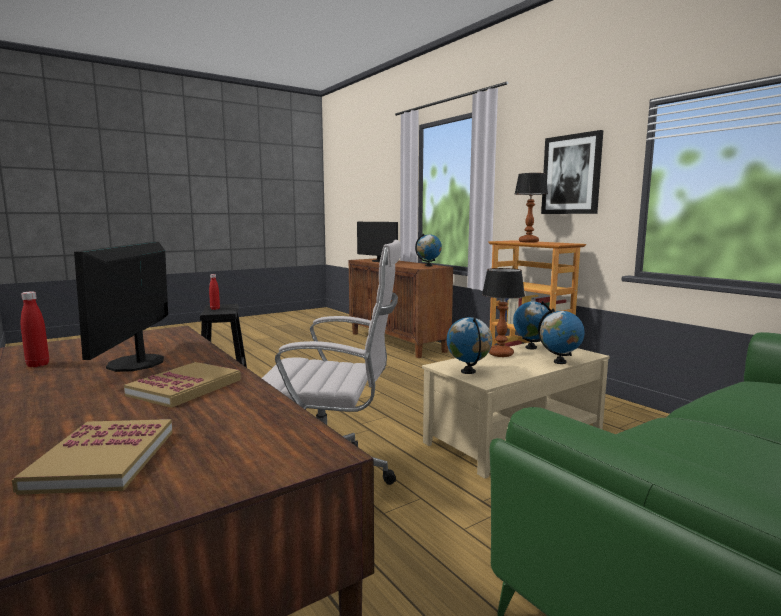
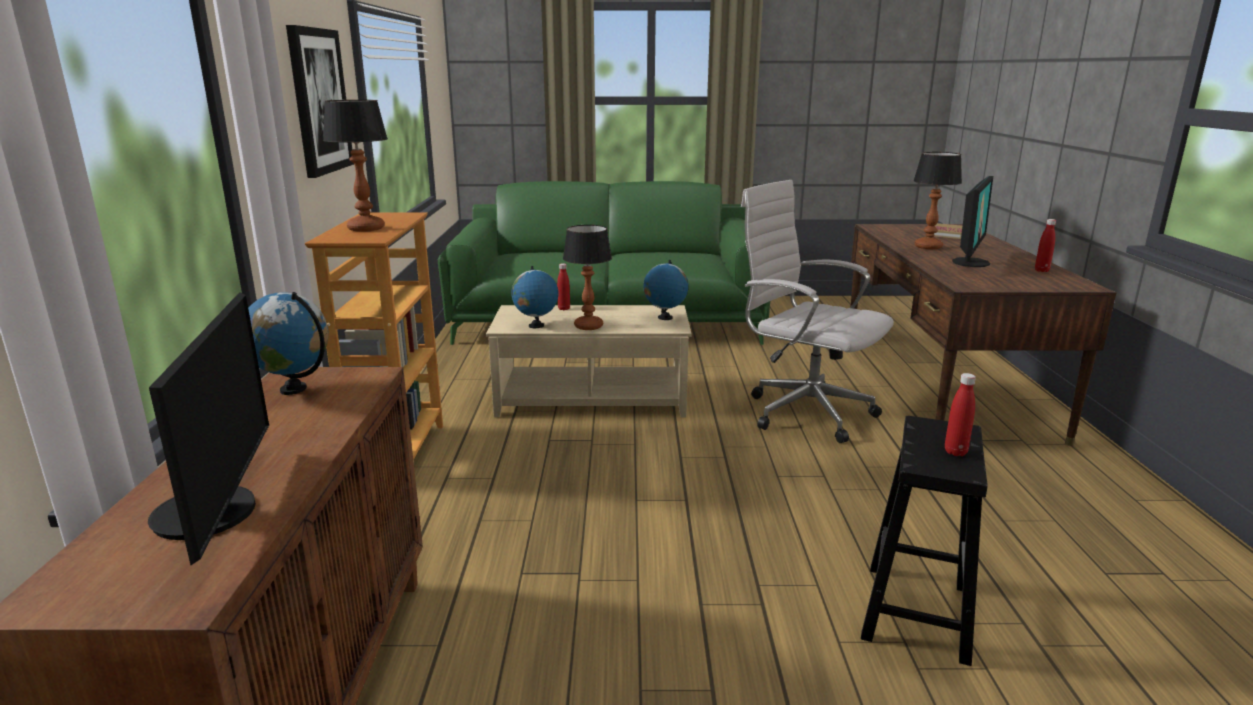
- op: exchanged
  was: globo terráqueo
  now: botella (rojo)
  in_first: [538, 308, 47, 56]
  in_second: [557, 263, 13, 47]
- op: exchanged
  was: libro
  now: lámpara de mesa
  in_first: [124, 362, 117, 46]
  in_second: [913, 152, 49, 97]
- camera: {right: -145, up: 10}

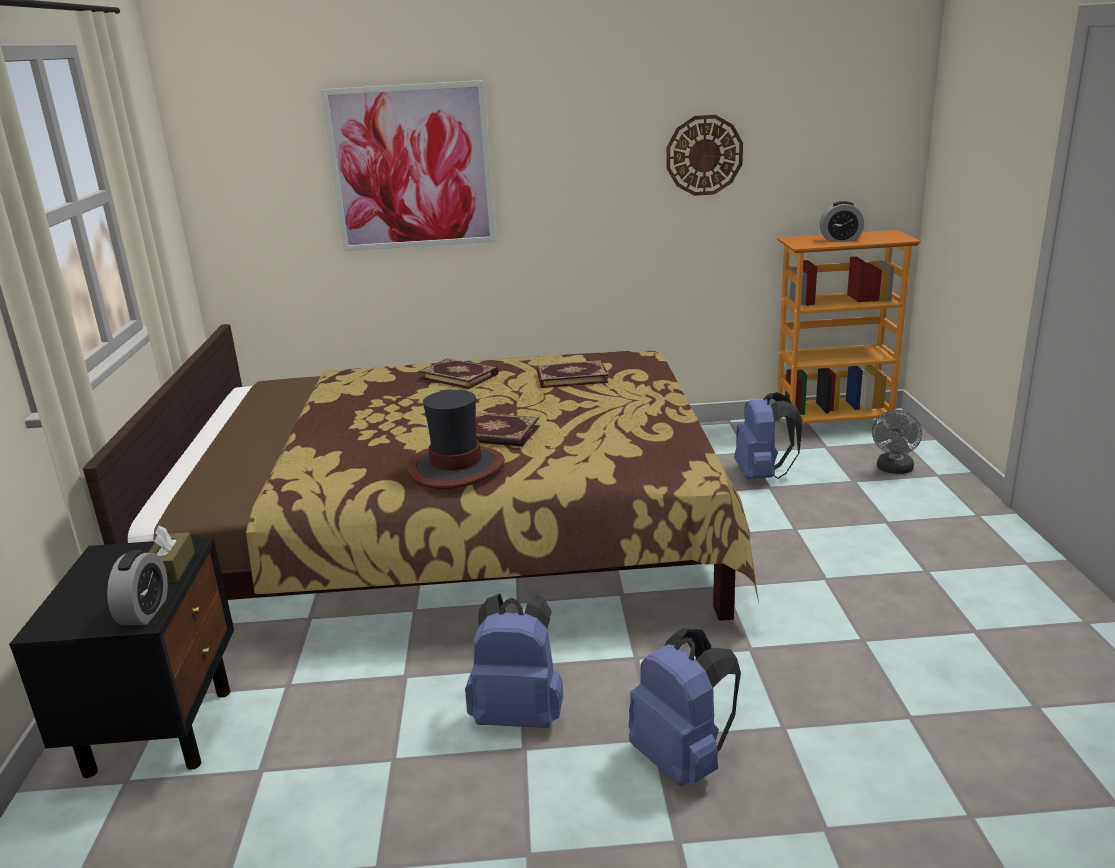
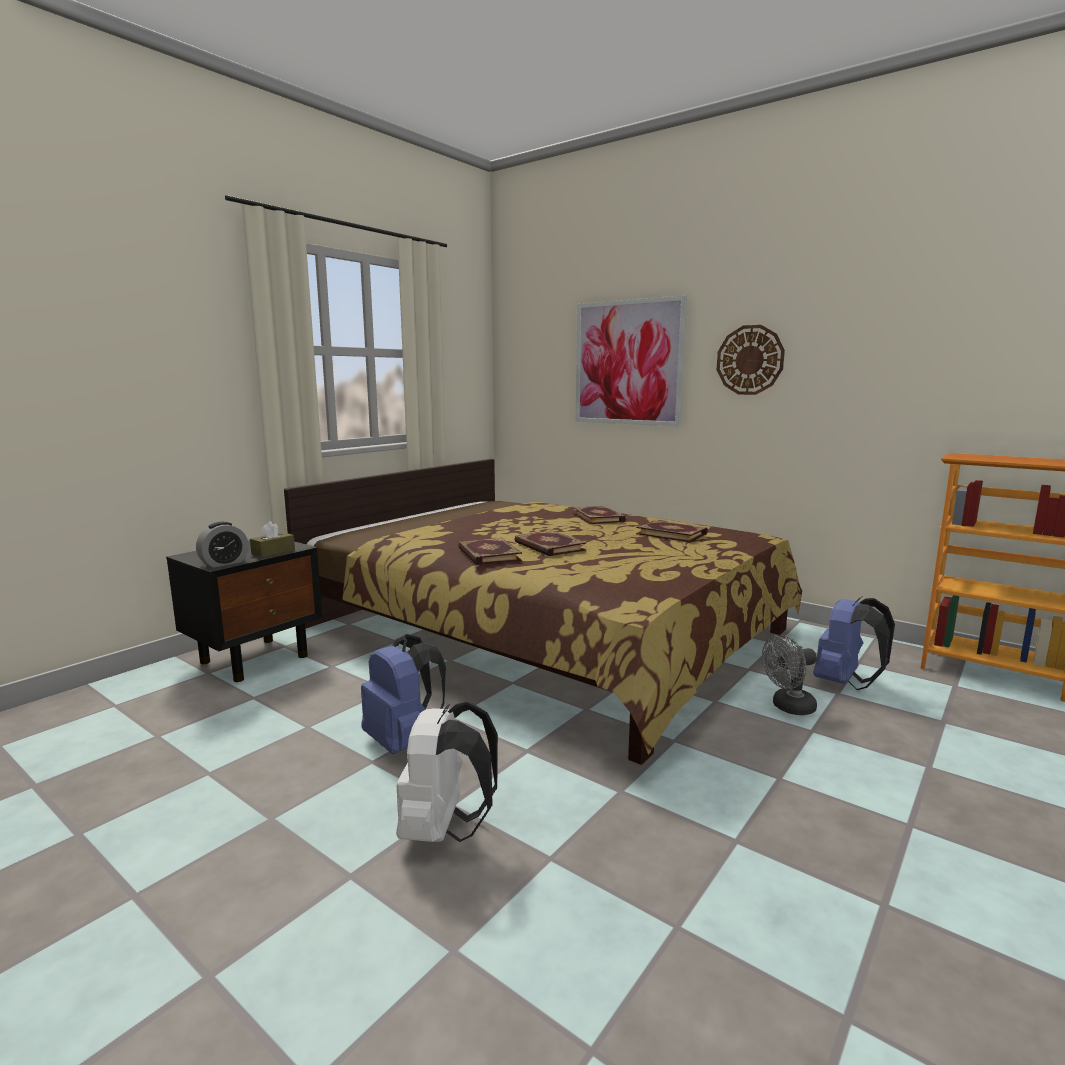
- op: relocated
  was: reloj de pared
  in_first: [666, 115, 77, 81]
  in_second: [717, 325, 68, 70]
- op: missing
  was: despertador
  in_first: [820, 201, 44, 41]
- op: exchanged
  was: sombrero
  now: libro
  in_first: [407, 390, 98, 99]
  in_second: [458, 537, 64, 28]
- op: relocated
  was: ventilador (gris)
  in_first: [872, 410, 50, 64]
  in_second: [762, 635, 55, 80]
- op: colour
  was: mochila (azul)
  now: mochila (blanco)
  in_first: [628, 628, 113, 158]
  in_second: [396, 702, 102, 140]
- camera: {right: 40, up: -10}

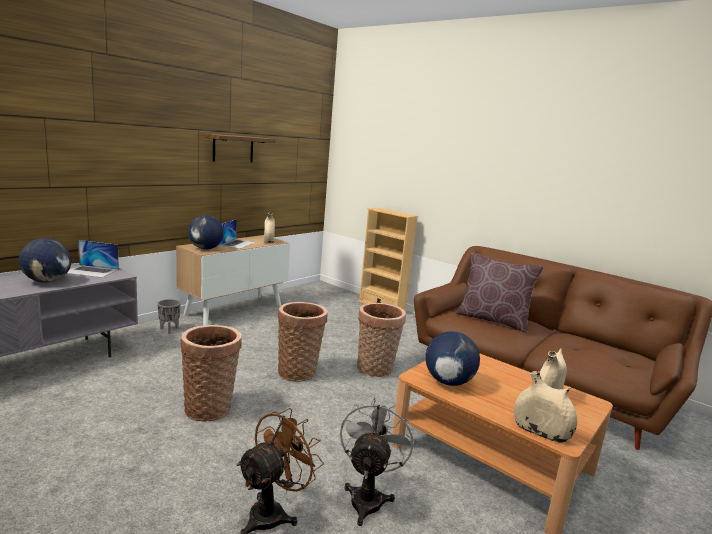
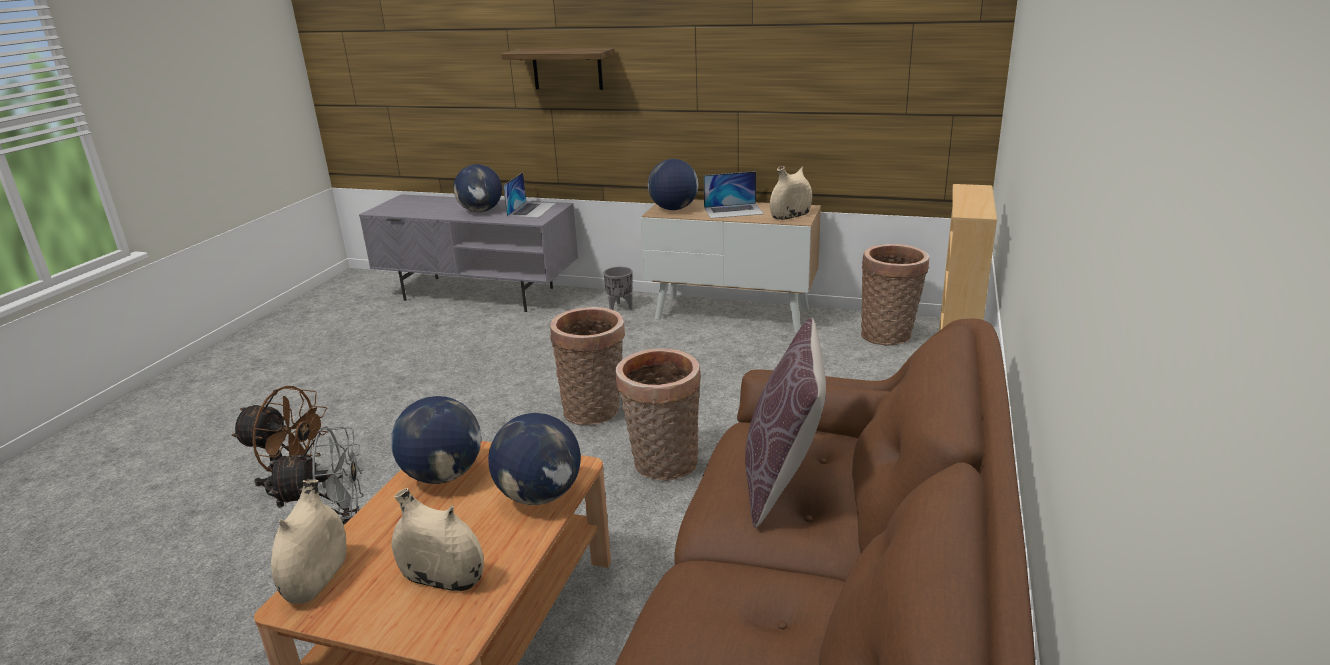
- op: relocated
  was: estante
  in_first: [204, 134, 72, 28]
  in_second: [502, 48, 113, 42]
- op: spun
  was: portátil
  in_first: [67, 240, 52, 38]
  in_second: [503, 172, 53, 46]
  clockwise: -150
- op: relocated
  was: cesta
  in_first: [180, 325, 62, 97]
  in_second: [861, 244, 68, 102]
- op: appeared
  now: globo terráqueo
  in_second: [488, 413, 93, 92]
- camera: {right: 70, up: 10}

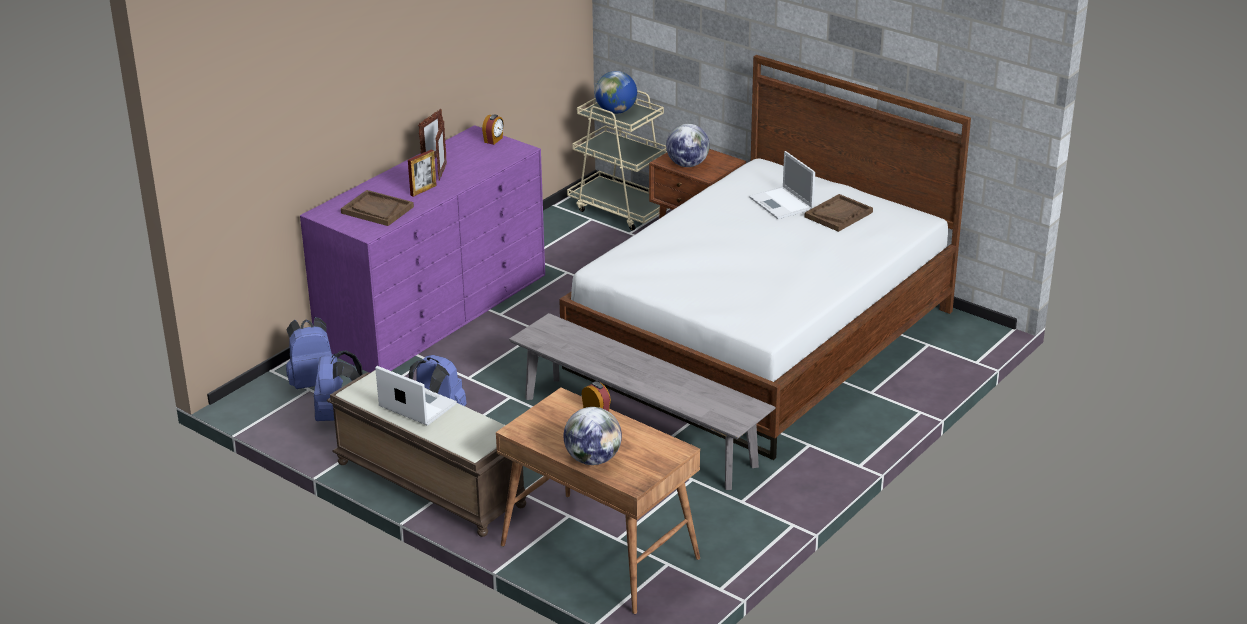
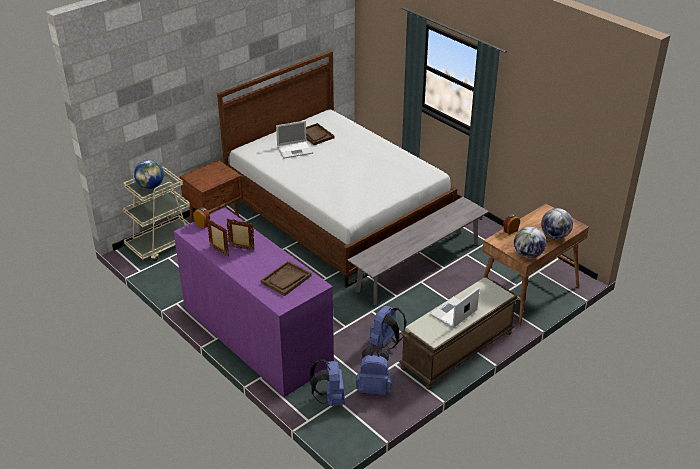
- op: relocated
  was: globo terráqueo
  in_first: [666, 124, 44, 43]
  in_second: [514, 227, 32, 31]
- op: missing
  was: portarretratos
  in_first: [408, 150, 29, 47]
- camera: {right: -80, up: 5}

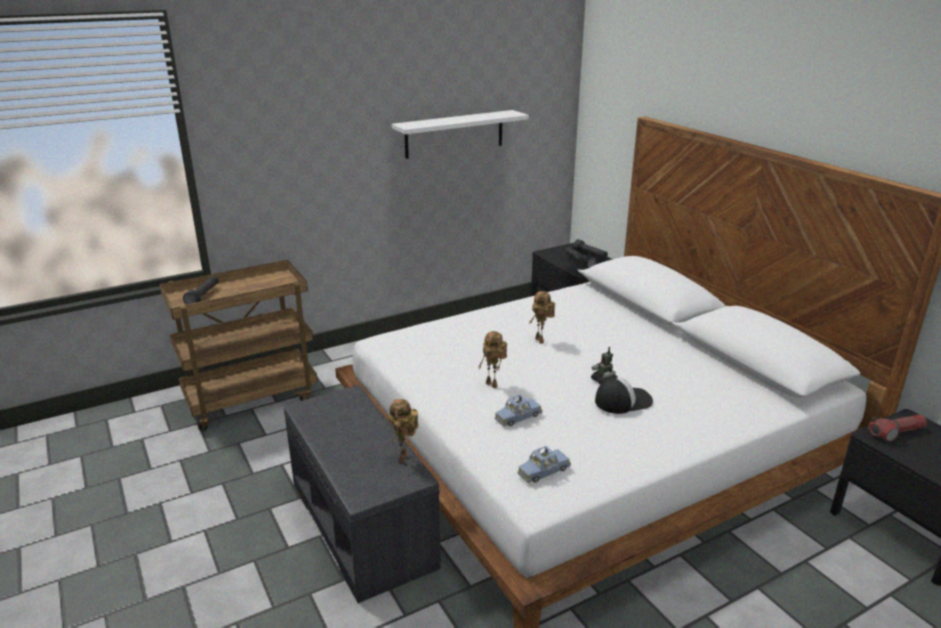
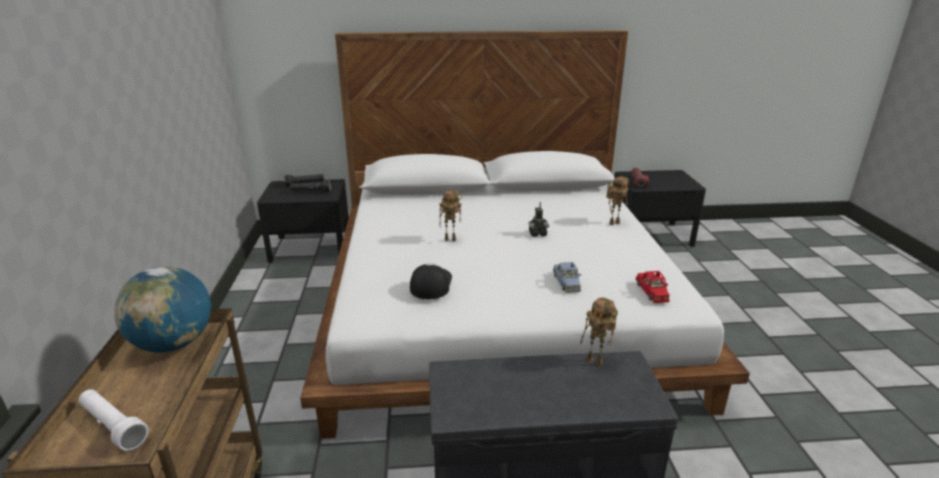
- op: missing
  was: estante (blanco)
  in_first: [392, 110, 137, 49]
- op: colour
  was: linterna (negro)
  now: linterna (blanco)
  in_first: [183, 276, 36, 29]
  in_second: [78, 389, 71, 62]
- op: relocated
  was: robot de juguete
  in_first: [478, 331, 29, 58]
  in_second: [606, 176, 24, 49]
- op: relocated
  was: gorra
  in_first: [595, 377, 58, 37]
  in_second: [410, 263, 42, 36]
- op: colour
  was: coche de juguete (azul)
  now: coche de juguete (rojo)
  in_first: [518, 446, 53, 37]
  in_second: [636, 271, 34, 32]
- op: appeared
  now: globo terráqueo
  in_second: [114, 266, 97, 86]
- camera: {right: -65, up: 0}

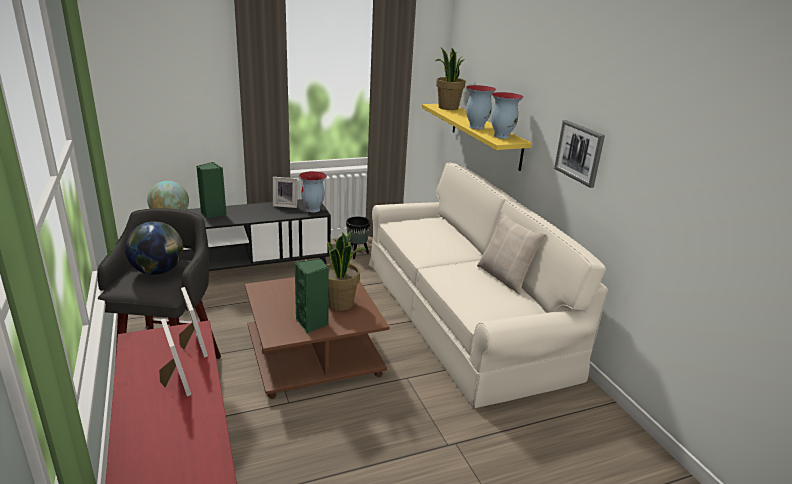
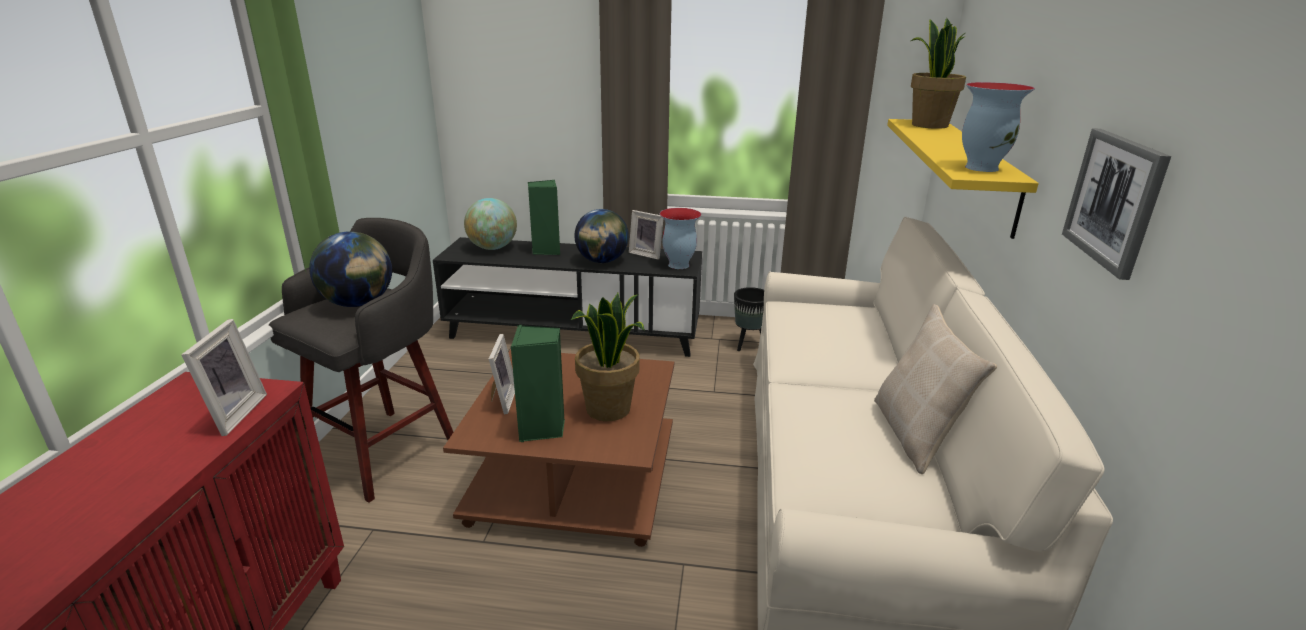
- op: missing
  was: florero
  in_first: [466, 85, 31, 45]
- op: relocated
  was: portarretratos
  in_first: [159, 319, 32, 78]
  in_second: [489, 334, 26, 81]
- op: appeared
  now: globo terráqueo
  in_second: [574, 209, 55, 54]
- camera: {right: 30, up: 0}

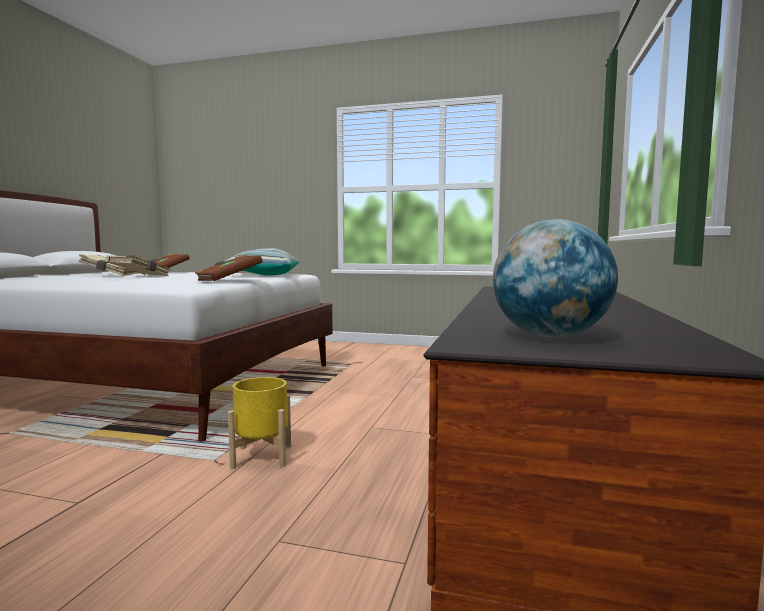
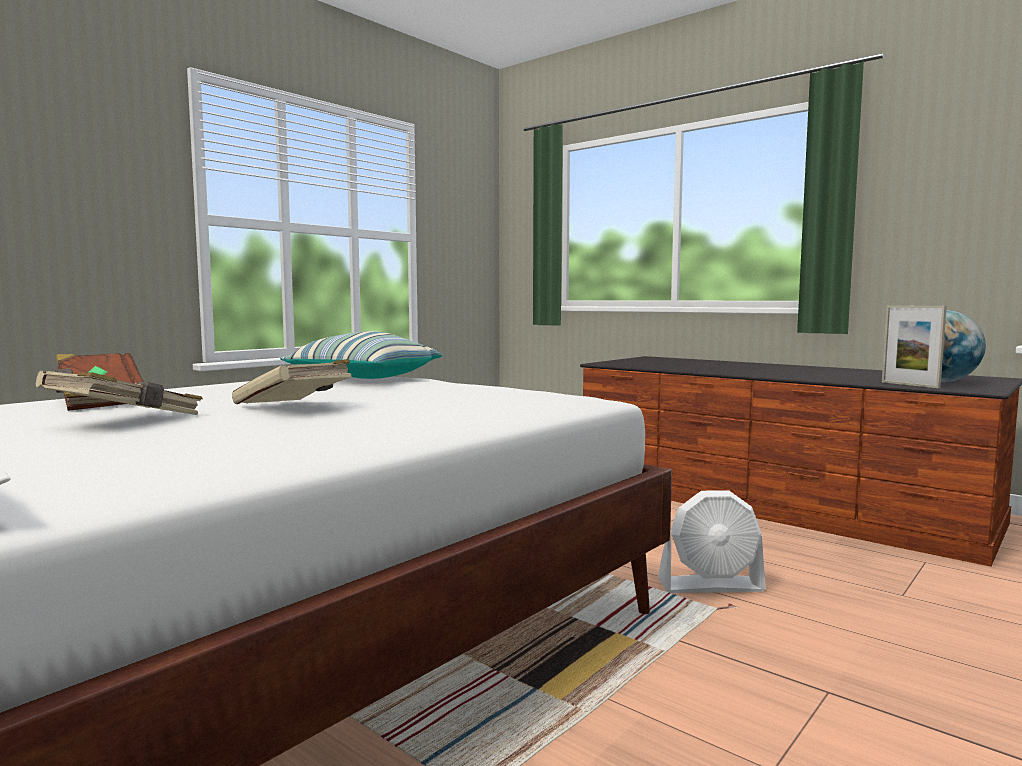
- op: missing
  was: libro (marrón)
  in_first: [195, 255, 68, 26]
- op: exchanged
  was: maceta (amarillo)
  now: ventilador (blanco)
  in_first: [228, 377, 63, 92]
  in_second: [658, 490, 108, 103]
- op: appeared
  now: portarretratos
  in_second: [882, 305, 65, 83]
- camera: {right: -65, up: 0}

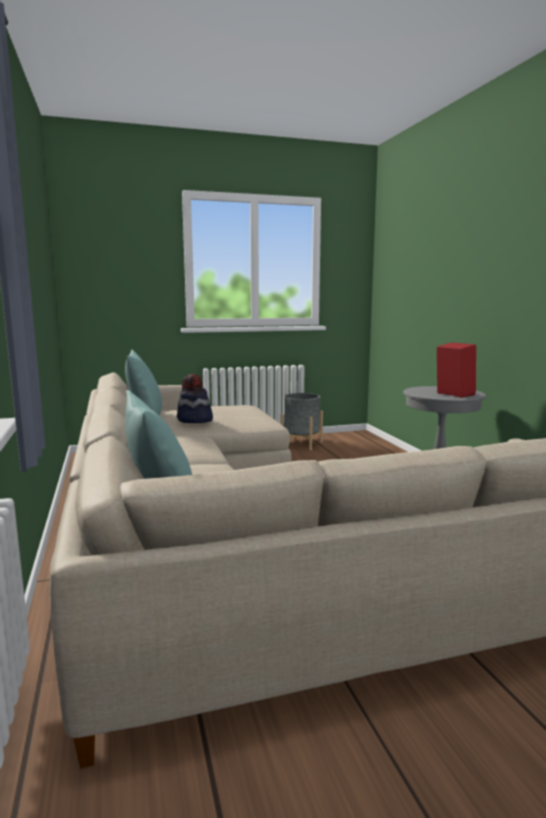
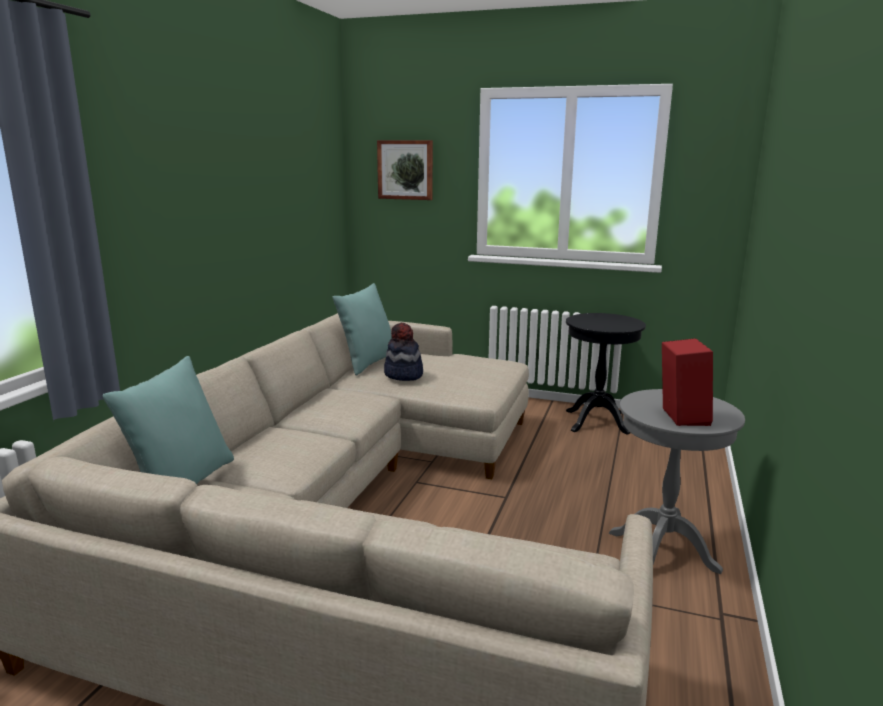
- op: exchanged
  was: maceta (gris)
  now: mesa auxiliar (negro)
  in_first: [281, 393, 42, 57]
  in_second: [566, 313, 80, 122]
- op: appeared
  now: cuadro
  in_second: [377, 140, 56, 60]
- camera: {right: 35, up: 5}

